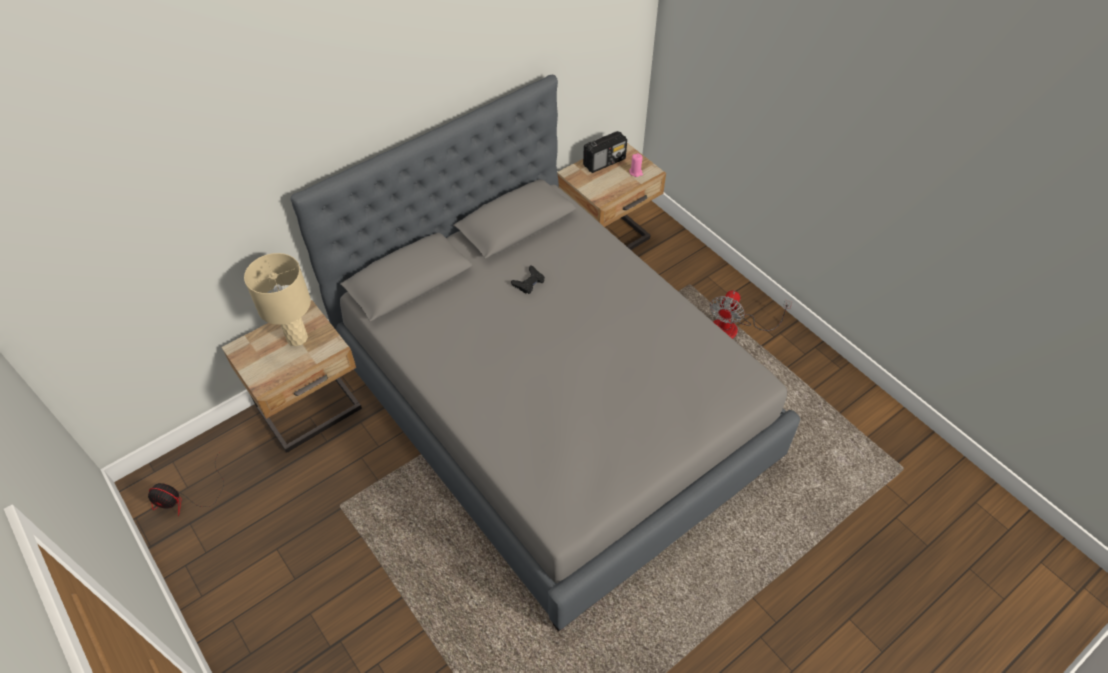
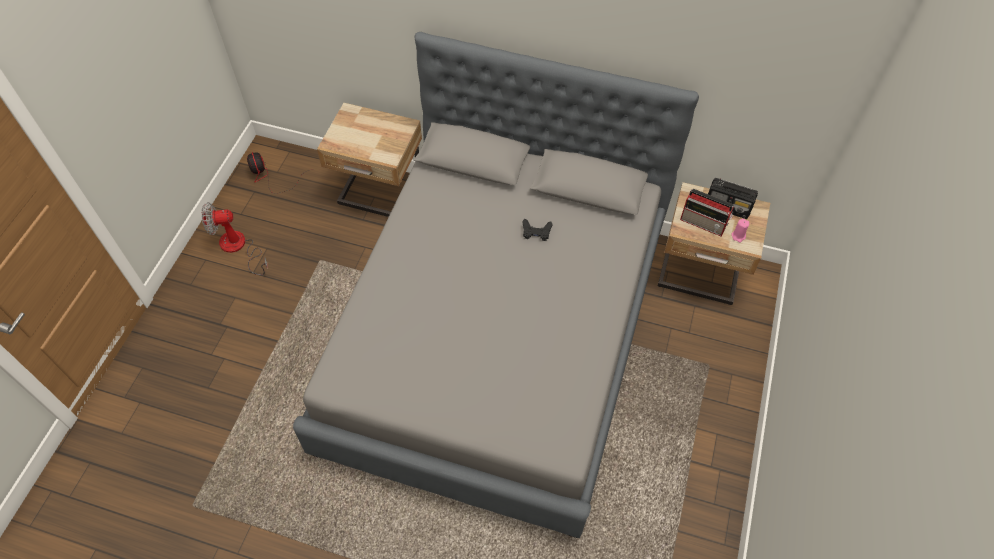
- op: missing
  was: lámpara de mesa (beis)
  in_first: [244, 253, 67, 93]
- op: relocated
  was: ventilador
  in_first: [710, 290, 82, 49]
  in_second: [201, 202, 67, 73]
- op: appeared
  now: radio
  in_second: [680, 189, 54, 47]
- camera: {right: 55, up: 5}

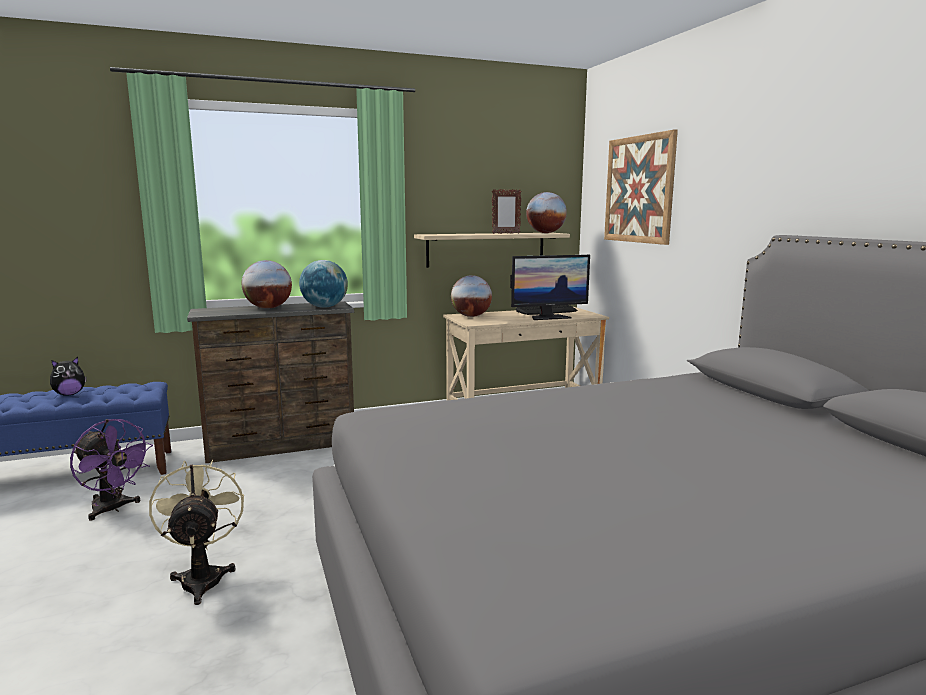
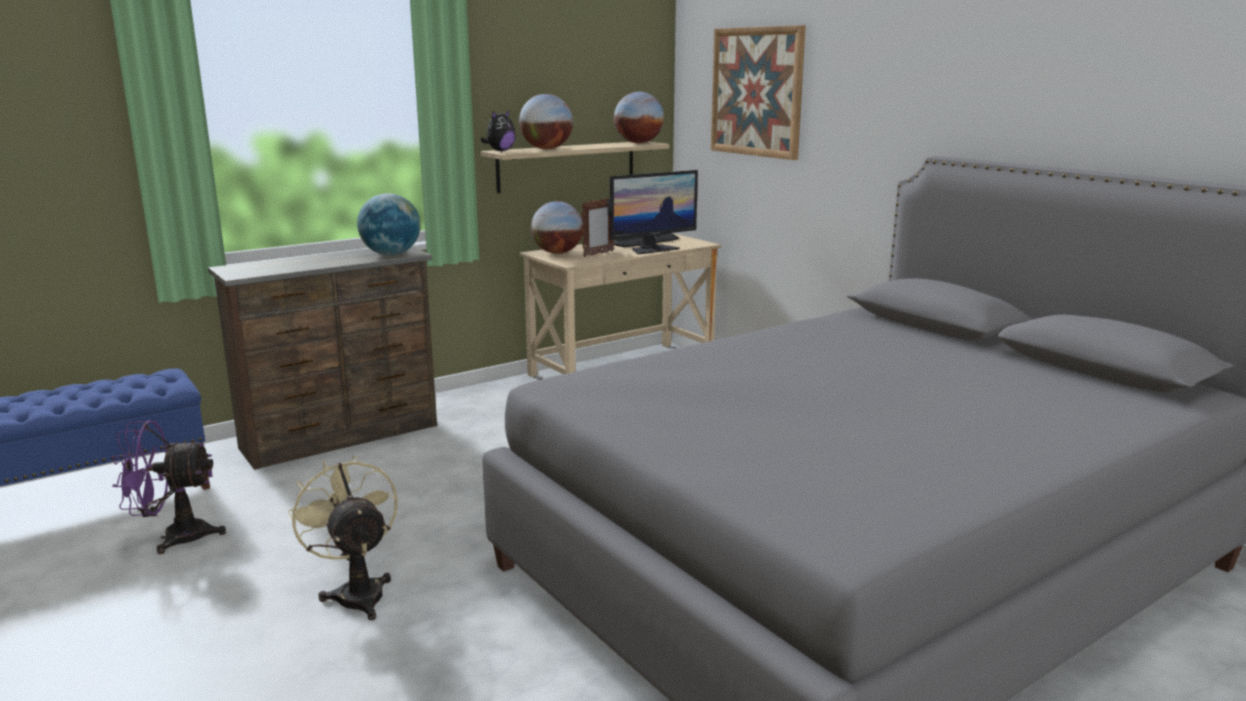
- op: relocated
  was: portarretratos
  in_first: [492, 189, 30, 45]
  in_second: [581, 198, 34, 59]
- op: relocated
  was: globo terráqueo
  in_first: [242, 260, 50, 49]
  in_second: [519, 94, 54, 55]
- op: relocated
  was: peluche
  in_first: [50, 357, 37, 39]
  in_second: [480, 110, 36, 41]
- op: spun
  was: ventilador (morado)
  in_first: [70, 419, 83, 102]
  in_second: [112, 420, 114, 134]
  clockwise: 150
- camera: {right: -15, up: 5}

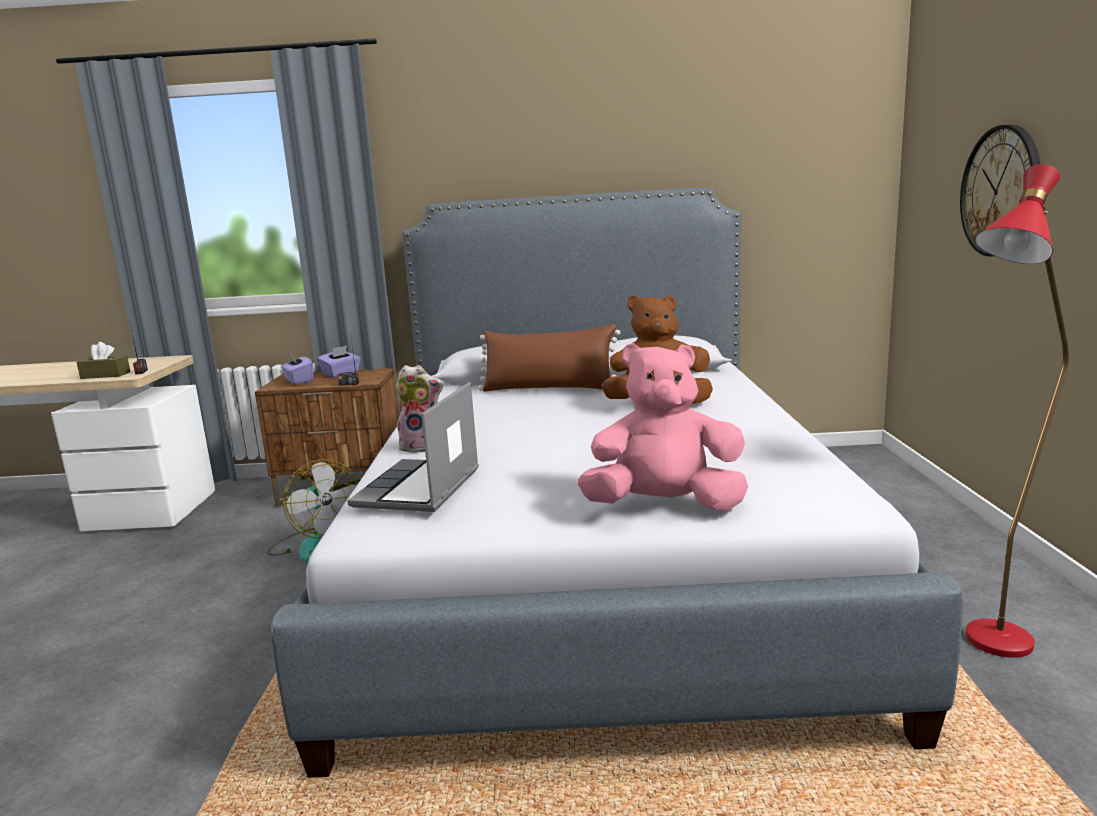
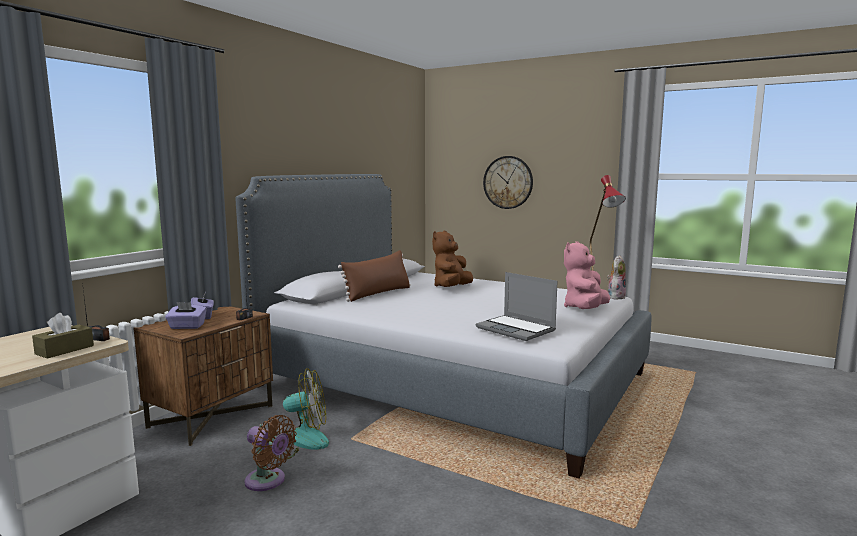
- op: relocated
  was: peluche
  in_first: [396, 365, 47, 88]
  in_second: [607, 255, 19, 45]
- op: appeared
  now: ventilador (marrón)
  in_second: [244, 415, 53, 76]
- camera: {right: -60, up: -5}

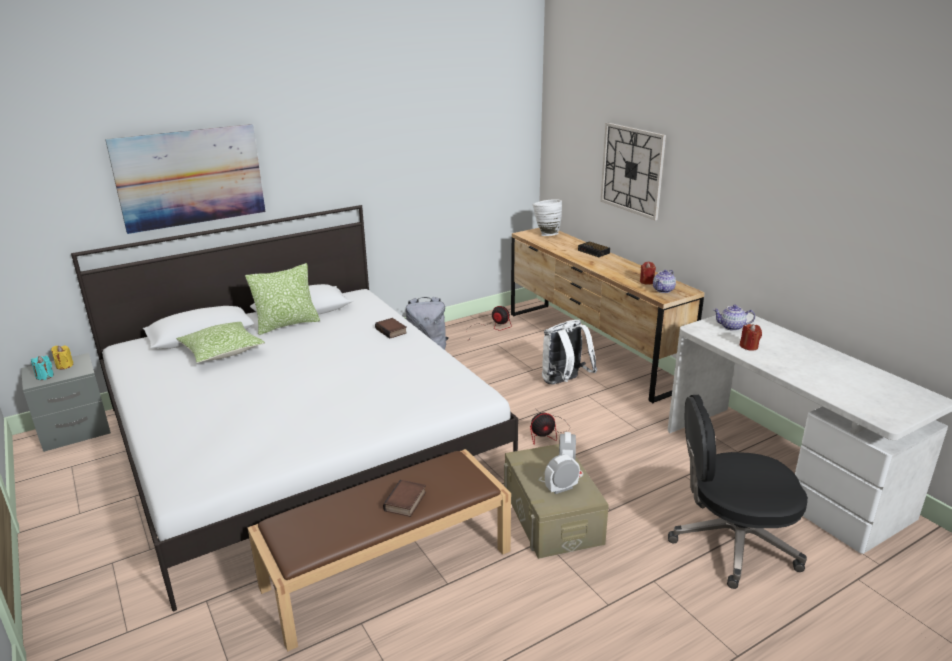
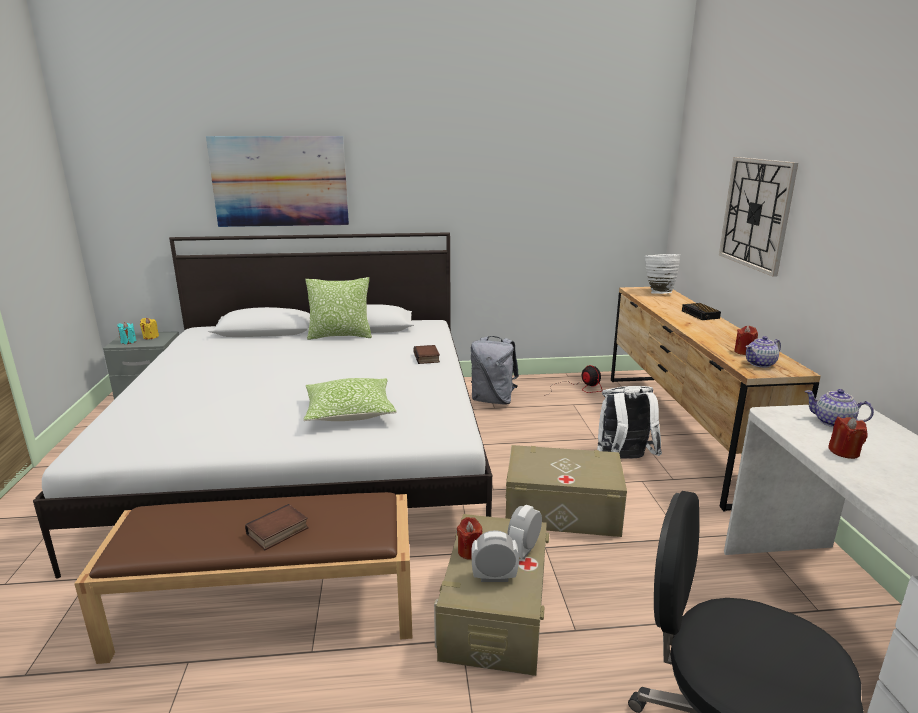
- op: relocated
  was: cojín
  in_first: [176, 322, 89, 41]
  in_second: [303, 378, 94, 43]
- op: exchanged
  was: ventilador
  now: caja de almacenaje (beis)
  in_first: [530, 408, 40, 37]
  in_second: [506, 445, 121, 92]
- op: appeared
  now: vela (rojo)
  in_second: [457, 517, 25, 43]
- camera: {right: 25, up: -5}

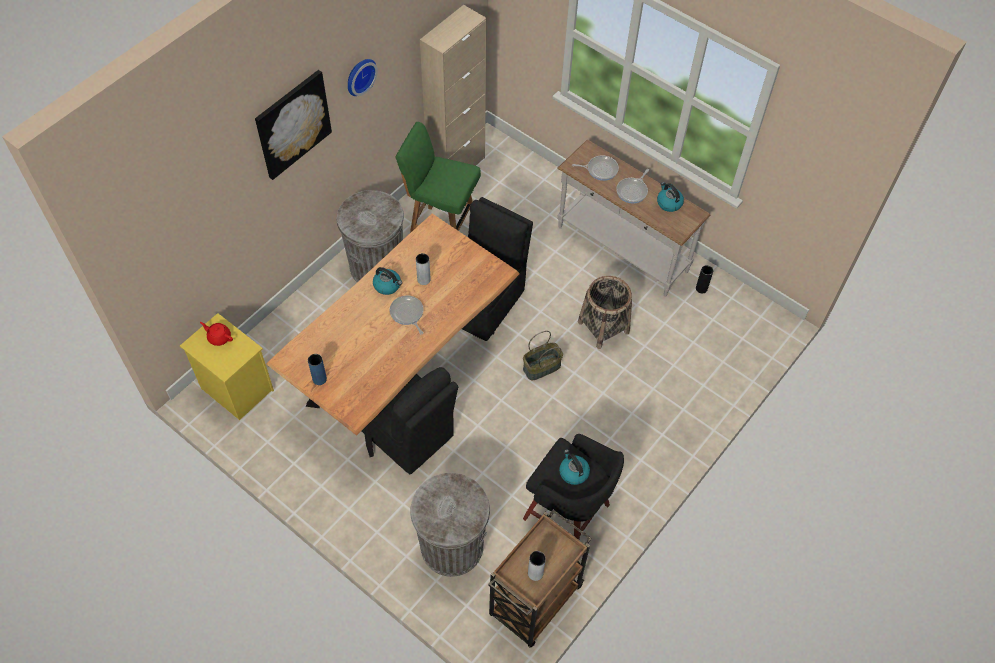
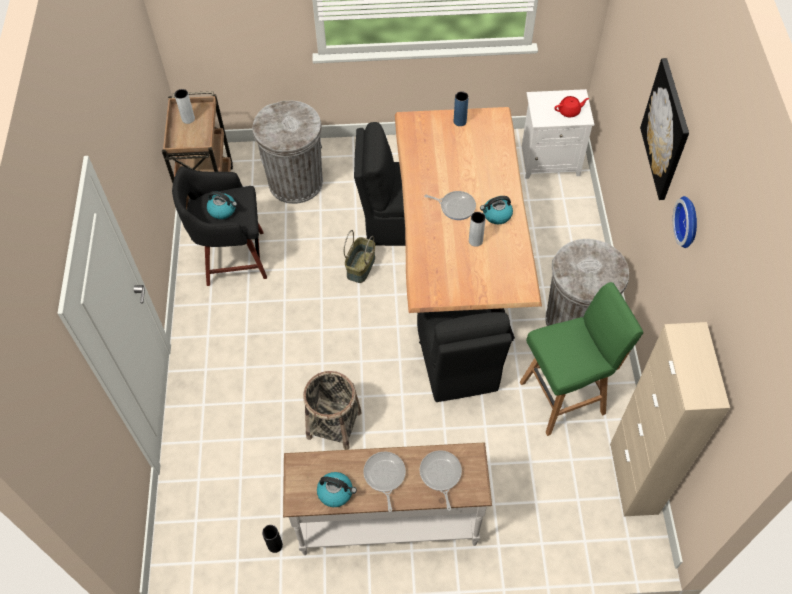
- op: spun
  was: sartén
  in_first: [572, 155, 47, 26]
  in_second: [420, 450, 42, 61]
  clockwise: 120
- op: colour
  was: mesita de noche (amarillo)
  now: mesita de noche (blanco)
  in_first: [180, 313, 94, 107]
  in_second: [522, 89, 72, 90]
- op: relocated
  was: cesta
  in_first: [523, 331, 40, 49]
  in_second: [344, 230, 31, 53]
- camera: {right: 140, up: 0}

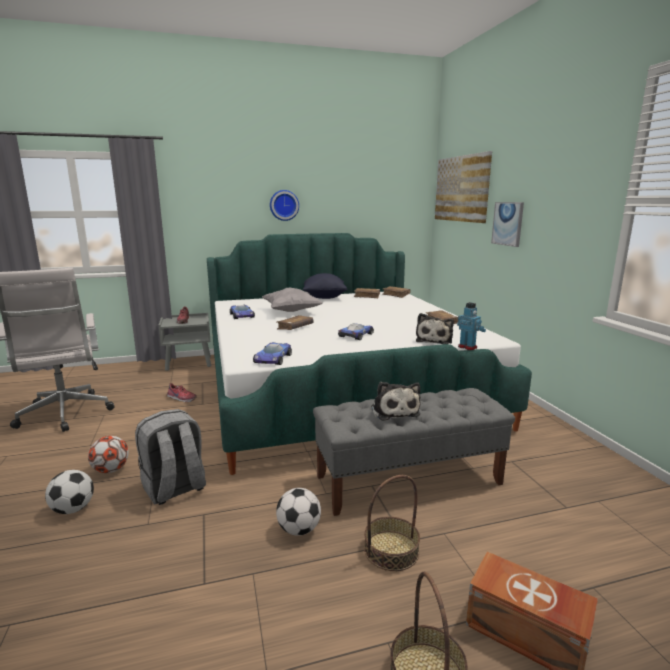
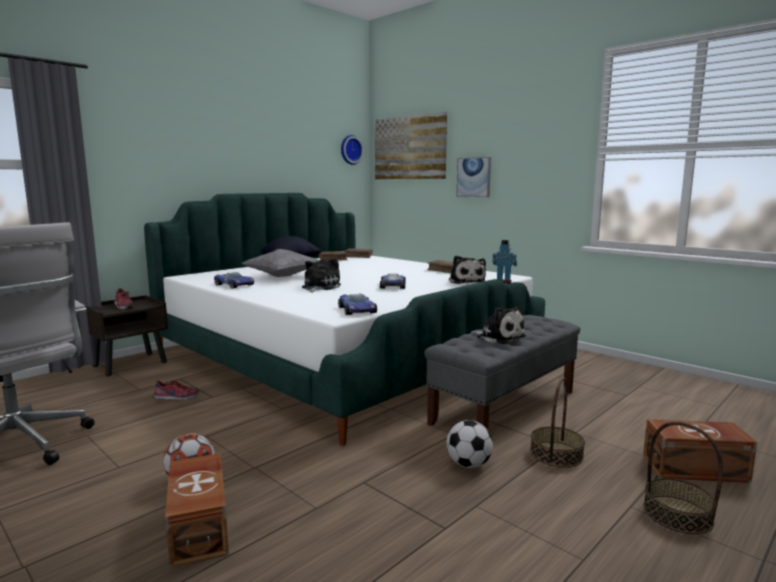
- op: relocated
  was: reloj de pared
  in_first: [270, 190, 29, 31]
  in_second: [341, 135, 23, 30]
- op: colour
  was: mesita de noche (gris)
  now: mesita de noche (marrón)
  in_first: [158, 313, 53, 58]
  in_second: [86, 295, 82, 81]
- op: exchanged
  was: libro (marrón)
  now: peluche
  in_first: [276, 315, 37, 15]
  in_second: [302, 258, 39, 35]
- op: missing
  was: mochila (gris)
  in_first: [135, 409, 71, 96]
- op: exchanged
  was: balón de fútbol
  now: caja de almacenaje (marrón)
  in_first: [45, 470, 49, 44]
  in_second: [165, 453, 64, 115]
- camera: {right: -30, up: -5}

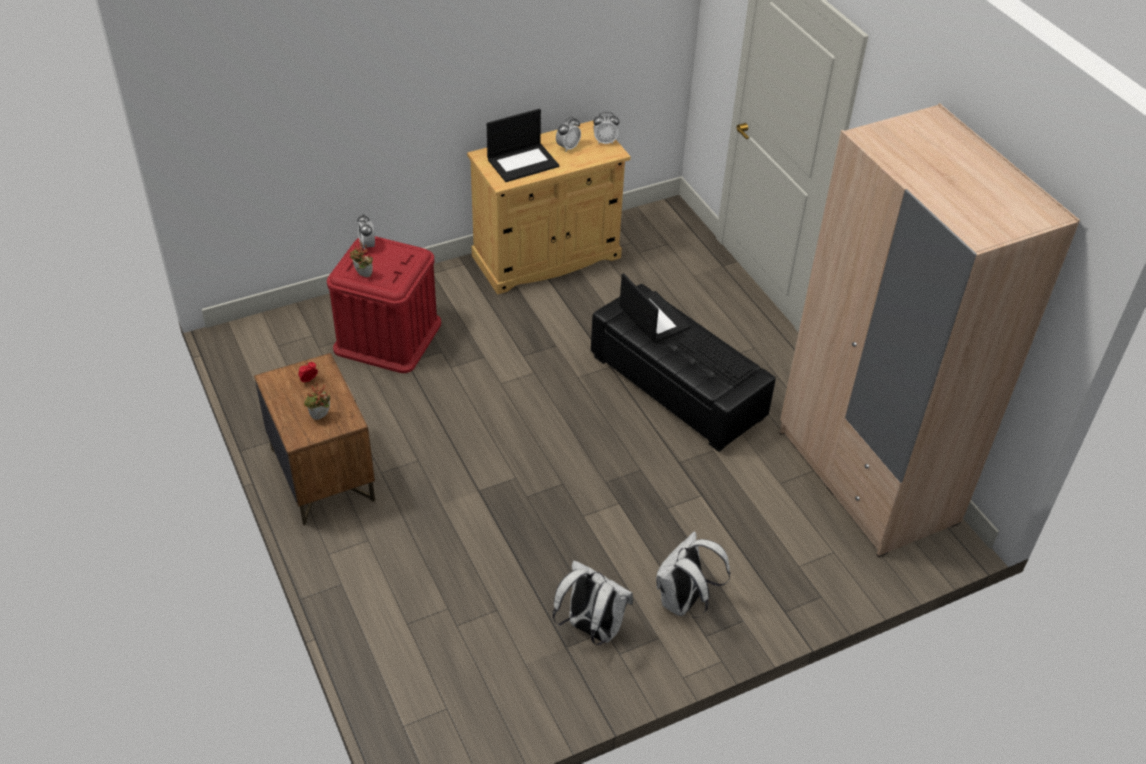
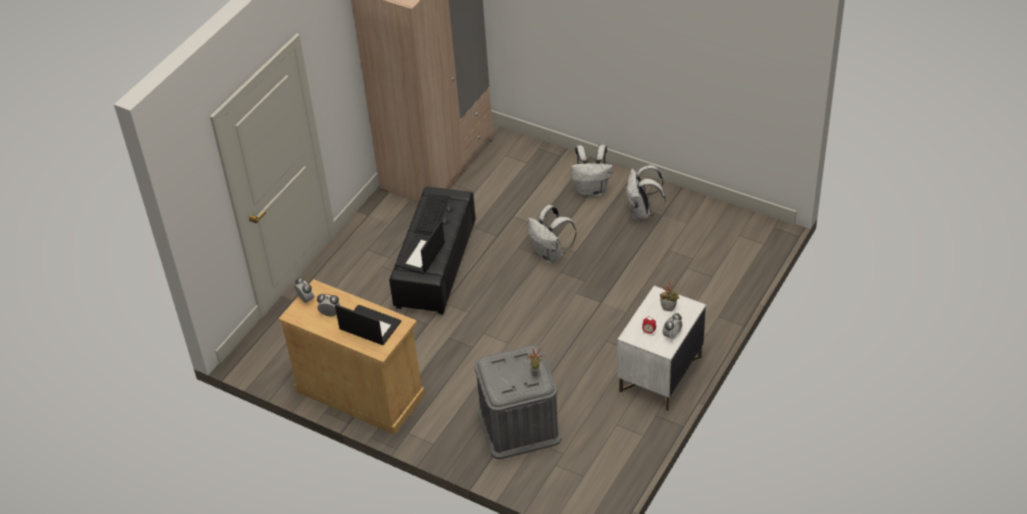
- op: relocated
  was: despertador
  in_first: [357, 215, 18, 34]
  in_second: [663, 313, 20, 28]
- op: colour
  was: caja de almacenaje (rojo)
  now: caja de almacenaje (gris)
  in_first: [327, 236, 114, 137]
  in_second: [474, 345, 87, 114]
- op: colour
  was: mesita de noche (marrón)
  now: mesita de noche (blanco)
  in_first: [254, 353, 121, 172]
  in_second: [618, 286, 88, 125]
- op: appeared
  now: mochila (blanco)
  in_second: [527, 205, 50, 59]
- camera: {right: -120, up: 0}

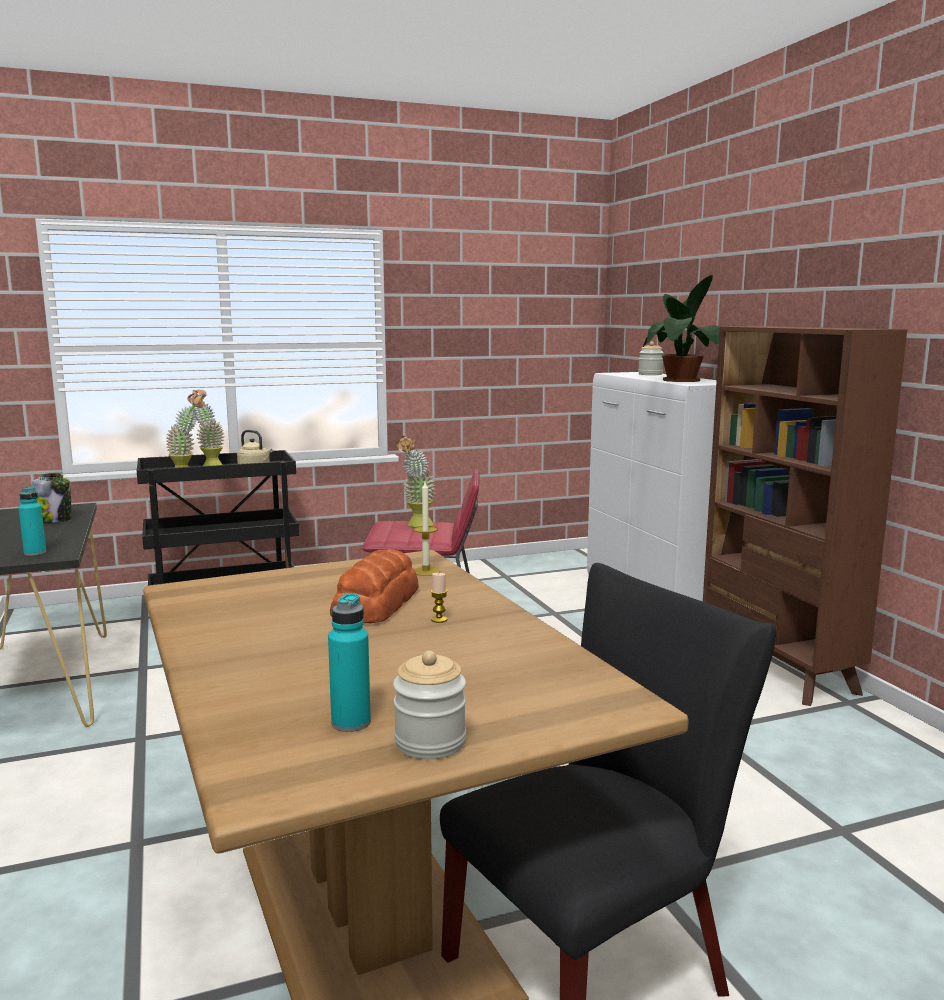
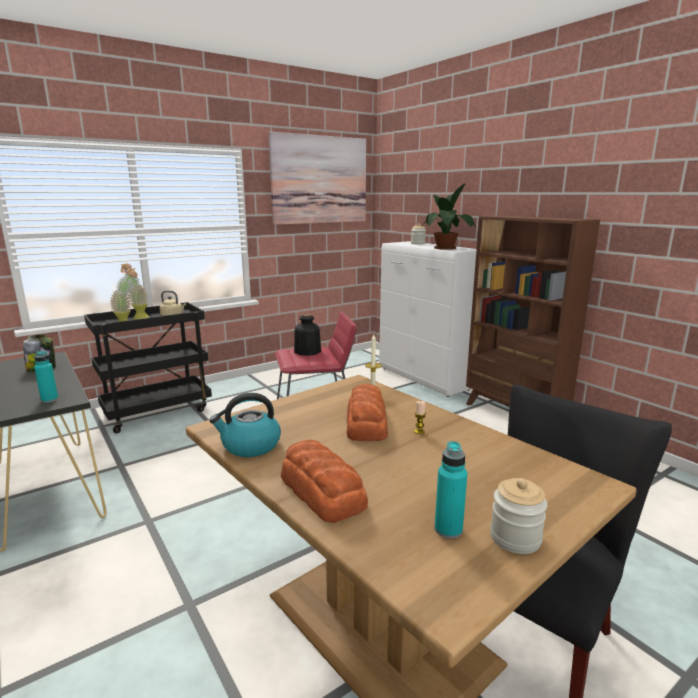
- op: exchanged
  was: planta en maceta
  now: botella
  in_first: [396, 435, 40, 92]
  in_second: [294, 314, 27, 42]
- op: appeared
  now: cuadro
  in_second: [268, 131, 98, 94]
- op: appeared
  now: hervidor
  in_second: [209, 393, 72, 64]
- op: appeared
  now: pan
  in_second: [281, 440, 87, 83]
- camera: {right: -15, up: 5}

